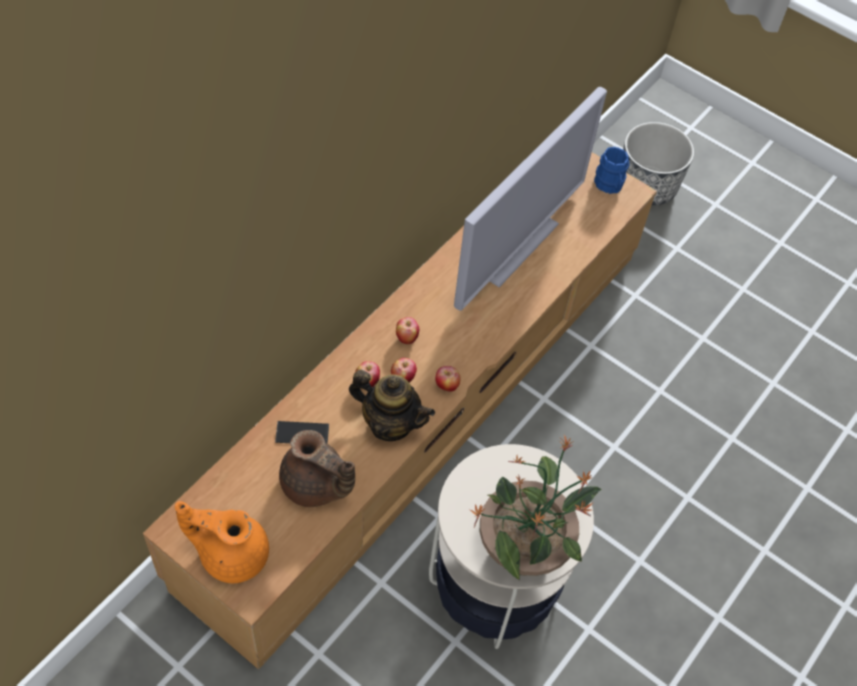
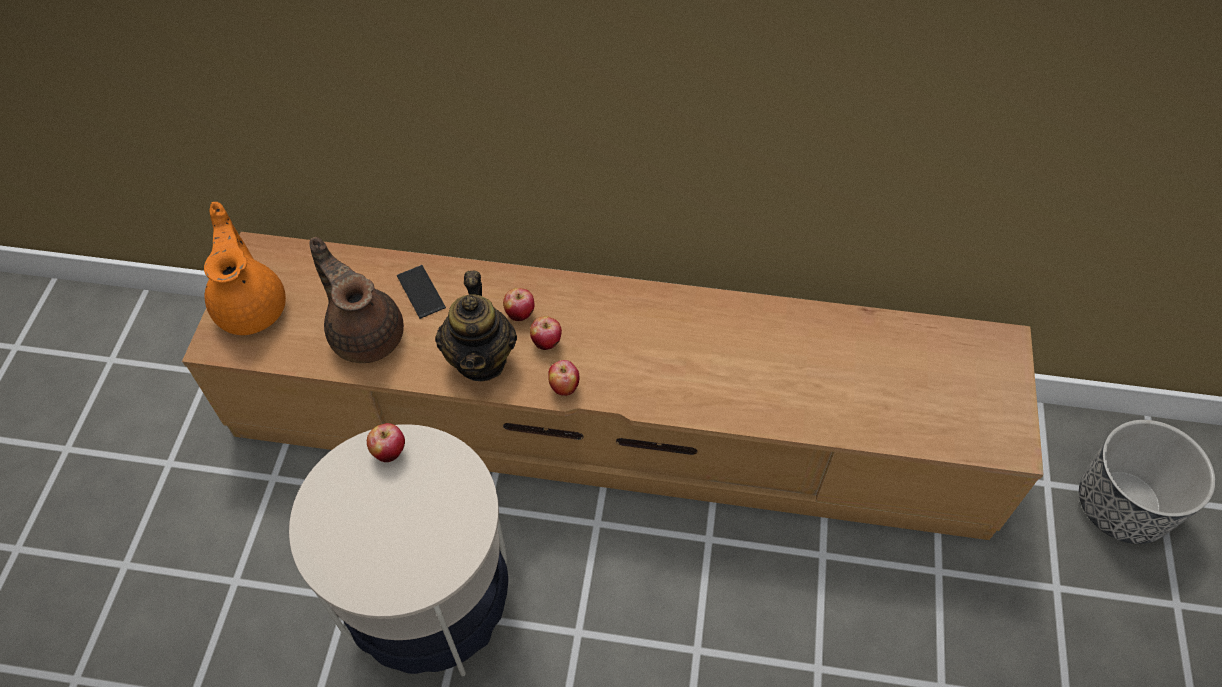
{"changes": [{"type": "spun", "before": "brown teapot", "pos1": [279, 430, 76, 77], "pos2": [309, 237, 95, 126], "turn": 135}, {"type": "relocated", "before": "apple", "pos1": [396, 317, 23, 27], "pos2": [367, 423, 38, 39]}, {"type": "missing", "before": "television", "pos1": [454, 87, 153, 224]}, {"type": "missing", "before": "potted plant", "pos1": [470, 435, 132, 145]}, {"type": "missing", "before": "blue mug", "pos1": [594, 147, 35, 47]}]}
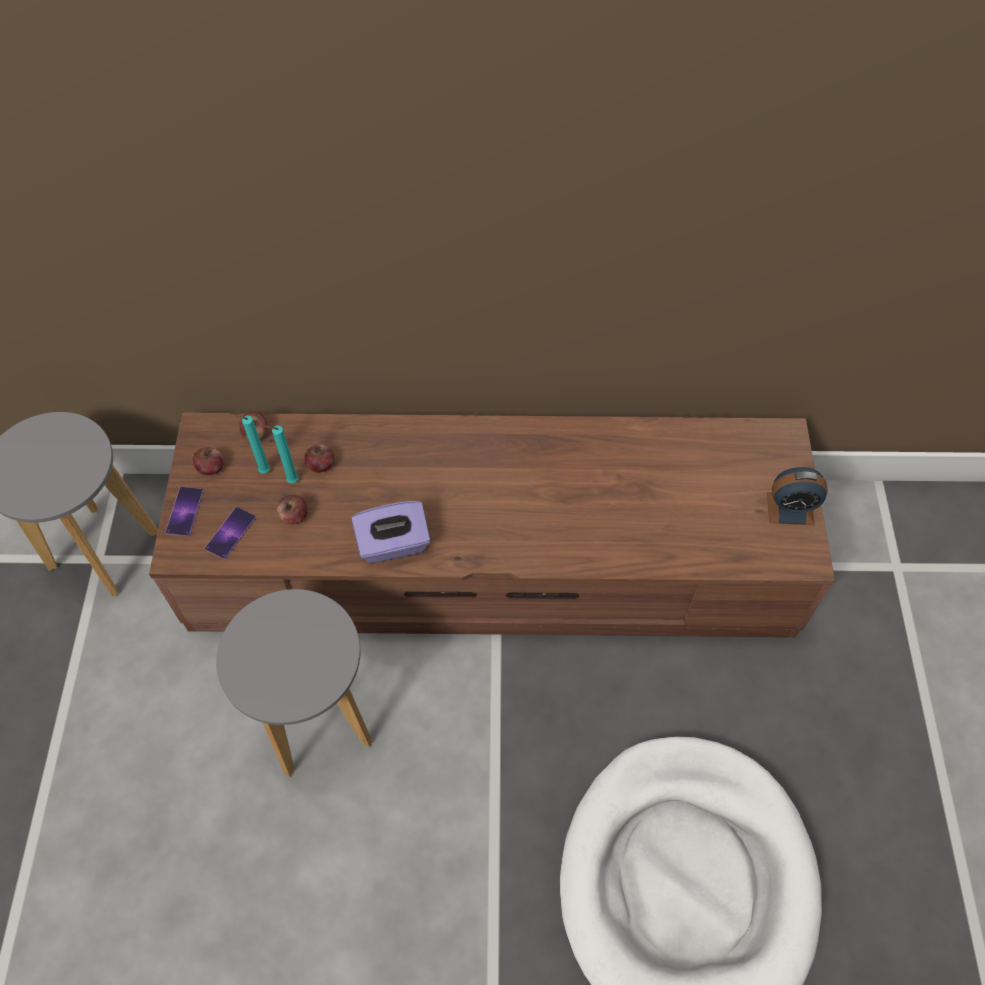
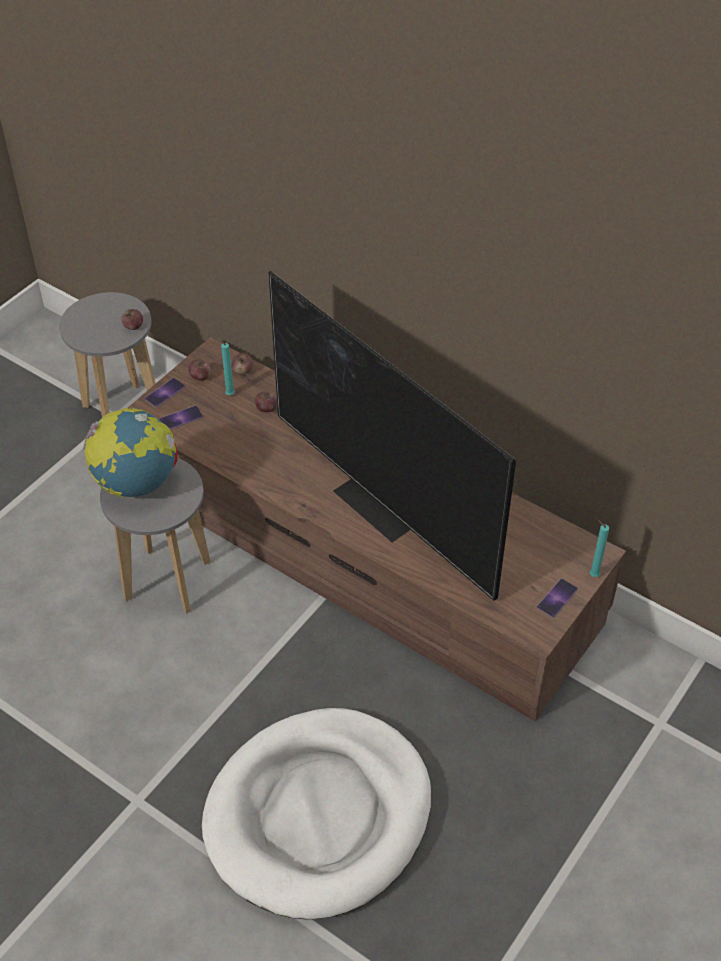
{"changes": [{"type": "relocated", "before": "turquoise candle", "pos1": [264, 426, 35, 57], "pos2": [590, 520, 19, 57]}, {"type": "relocated", "before": "apple", "pos1": [277, 495, 31, 29], "pos2": [121, 309, 22, 21]}, {"type": "missing", "before": "purple tissue box", "pos1": [351, 501, 79, 62]}, {"type": "exchanged", "before": "alarm clock", "after": "phone", "pos1": [767, 467, 61, 58], "pos2": [537, 579, 41, 39]}, {"type": "appeared", "after": "globe", "pos2": [83, 408, 96, 90]}, {"type": "appeared", "after": "television", "pos2": [268, 271, 248, 330]}]}
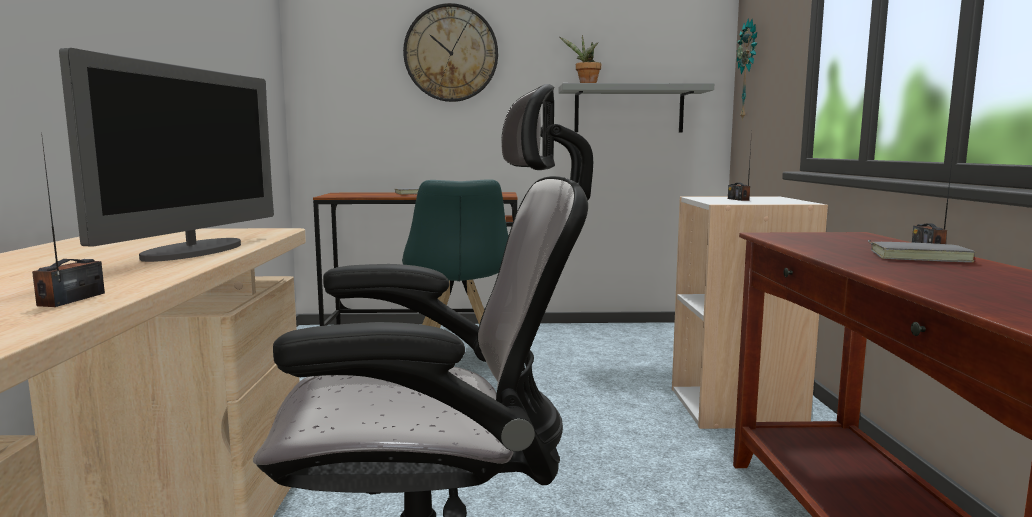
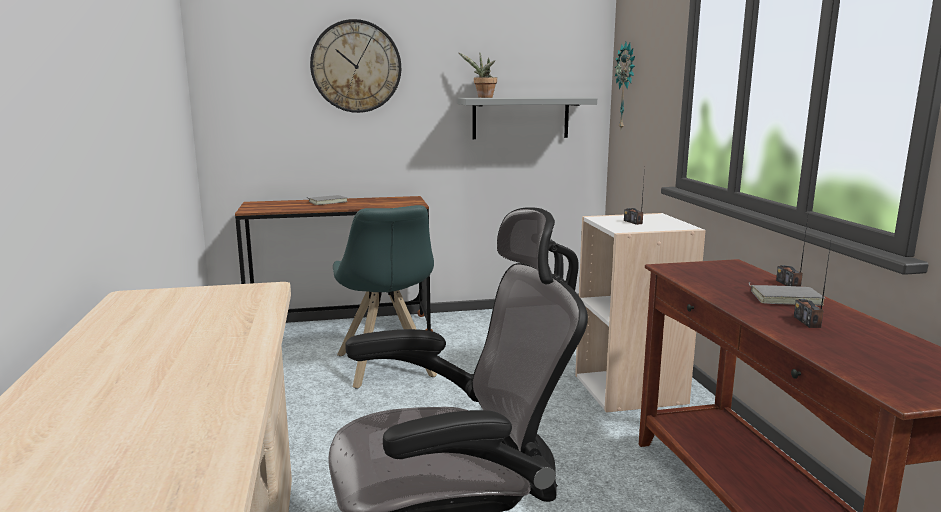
{"changes": [{"type": "relocated", "before": "radio", "pos1": [32, 132, 73, 175], "pos2": [794, 242, 37, 86]}, {"type": "missing", "before": "monitor", "pos1": [59, 48, 215, 214]}]}
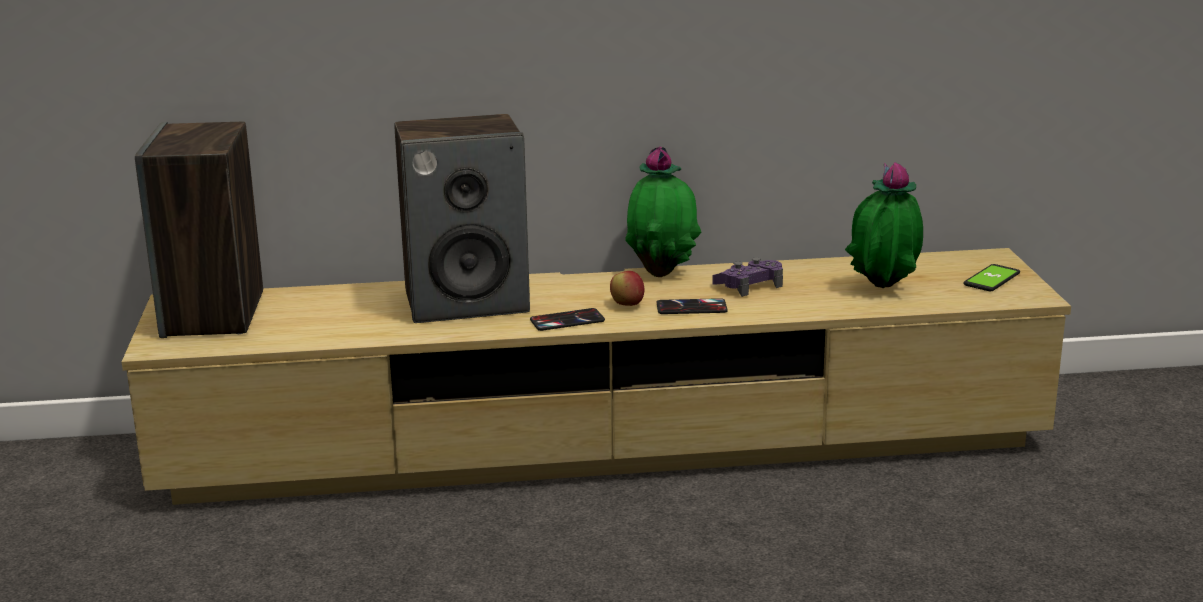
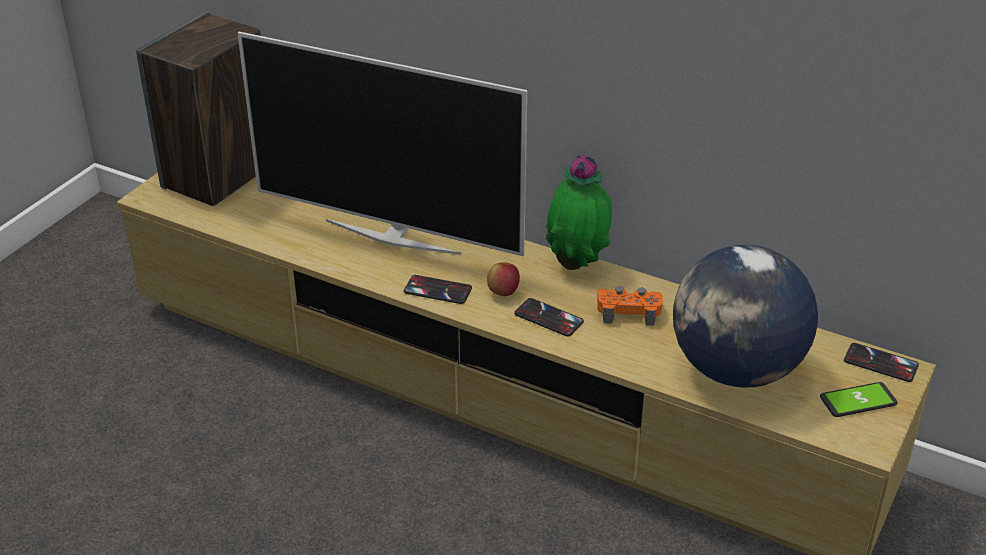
{"changes": [{"type": "exchanged", "before": "speaker", "after": "television", "pos1": [395, 114, 135, 209], "pos2": [237, 32, 290, 224]}, {"type": "colour", "before": "purple game controller", "after": "orange game controller", "pos1": [712, 257, 71, 40], "pos2": [597, 286, 66, 40]}, {"type": "exchanged", "before": "potted plant", "after": "globe", "pos1": [845, 162, 78, 126], "pos2": [673, 245, 145, 143]}, {"type": "appeared", "after": "phone", "pos2": [844, 343, 75, 39]}]}
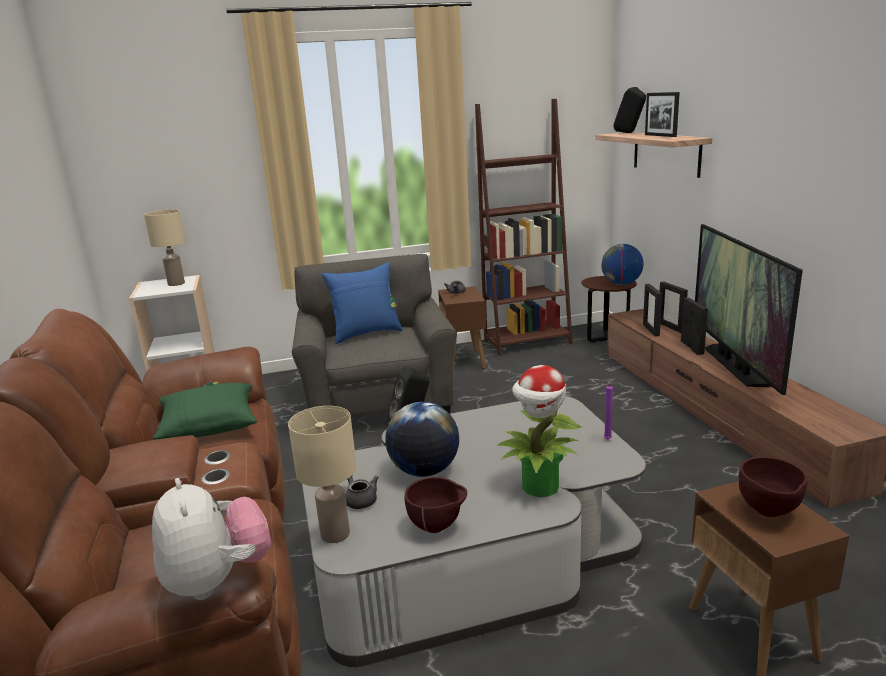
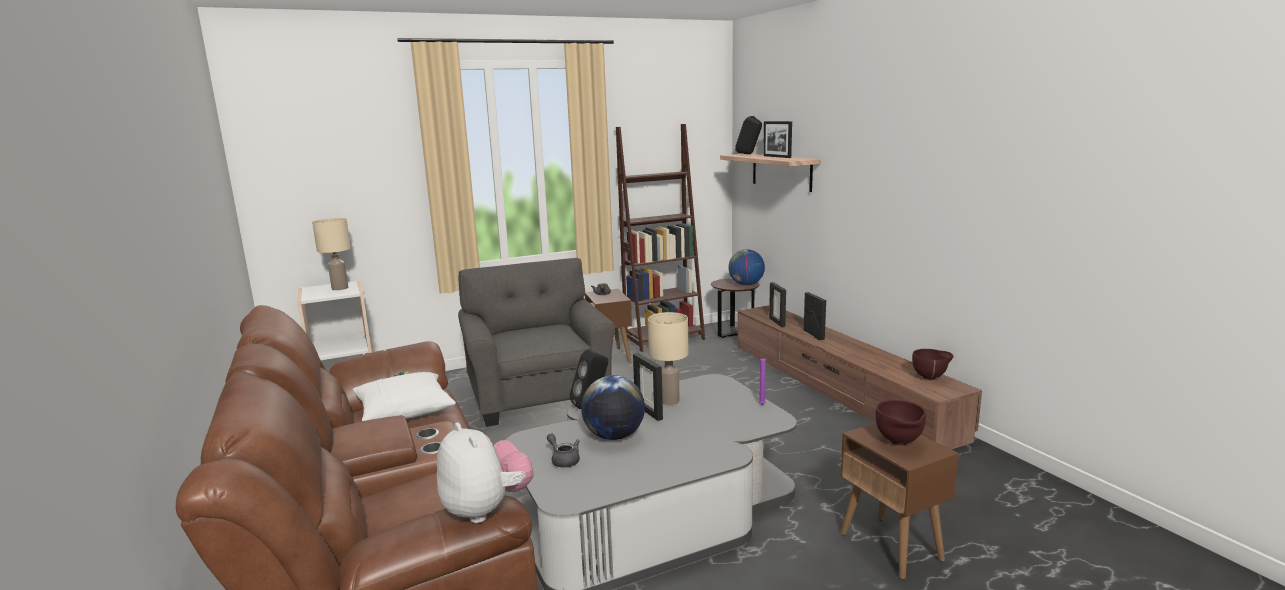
{"changes": [{"type": "colour", "before": "green pillow", "after": "white pillow", "pos1": [153, 382, 104, 58], "pos2": [353, 372, 103, 49]}, {"type": "relocated", "before": "beige table lamp", "pos1": [288, 406, 69, 137], "pos2": [648, 312, 41, 93]}, {"type": "missing", "before": "blue pillow", "pos1": [322, 262, 81, 82]}, {"type": "relocated", "before": "brown bowl", "pos1": [405, 477, 62, 56], "pos2": [912, 349, 41, 31]}, {"type": "missing", "before": "potted plant", "pos1": [497, 365, 85, 132]}, {"type": "relocated", "before": "picture frame", "pos1": [660, 282, 28, 51], "pos2": [633, 353, 30, 68]}, {"type": "missing", "before": "television", "pos1": [695, 224, 108, 171]}]}
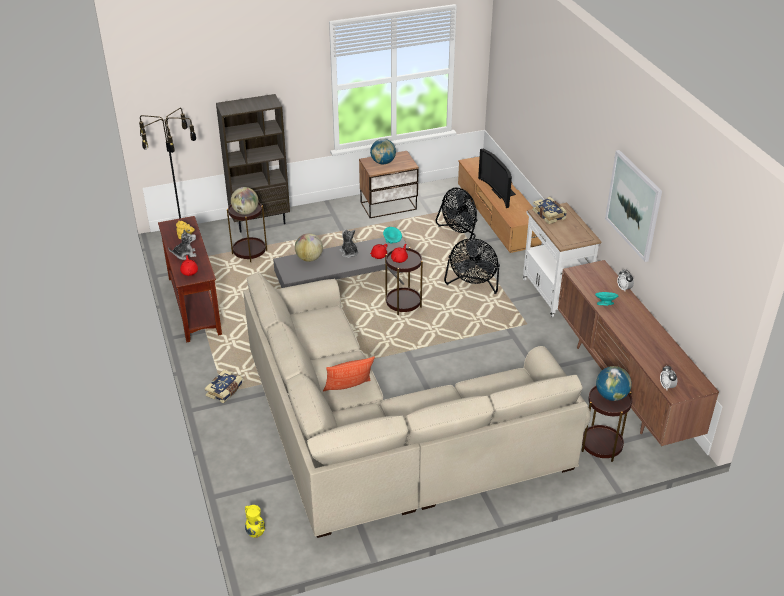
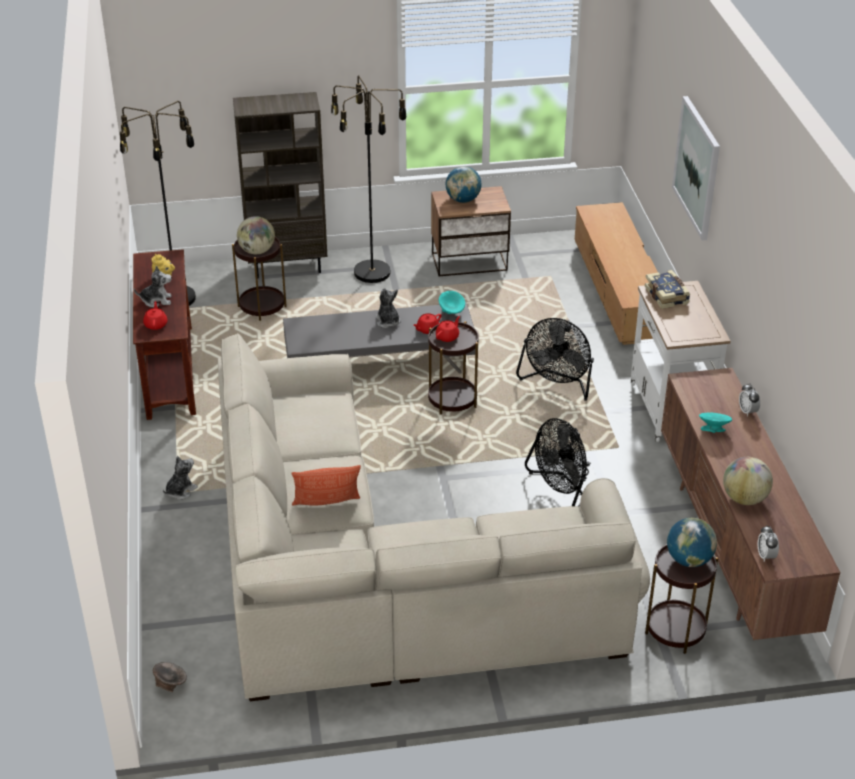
{"changes": [{"type": "exchanged", "before": "book", "after": "plush toy", "pos1": [205, 370, 38, 33], "pos2": [163, 456, 35, 44]}, {"type": "exchanged", "before": "yellow vase", "after": "grey bowl", "pos1": [245, 505, 20, 33], "pos2": [153, 662, 34, 30]}, {"type": "relocated", "before": "globe", "pos1": [295, 233, 28, 29], "pos2": [723, 457, 50, 48]}, {"type": "relocated", "before": "black fan", "pos1": [436, 188, 42, 53], "pos2": [525, 418, 65, 89]}, {"type": "missing", "before": "television", "pos1": [478, 149, 38, 59]}, {"type": "relocated", "before": "picture", "pos1": [605, 150, 57, 112], "pos2": [672, 96, 48, 144]}, {"type": "appeared", "after": "floor lamp", "pos2": [331, 75, 75, 208]}]}
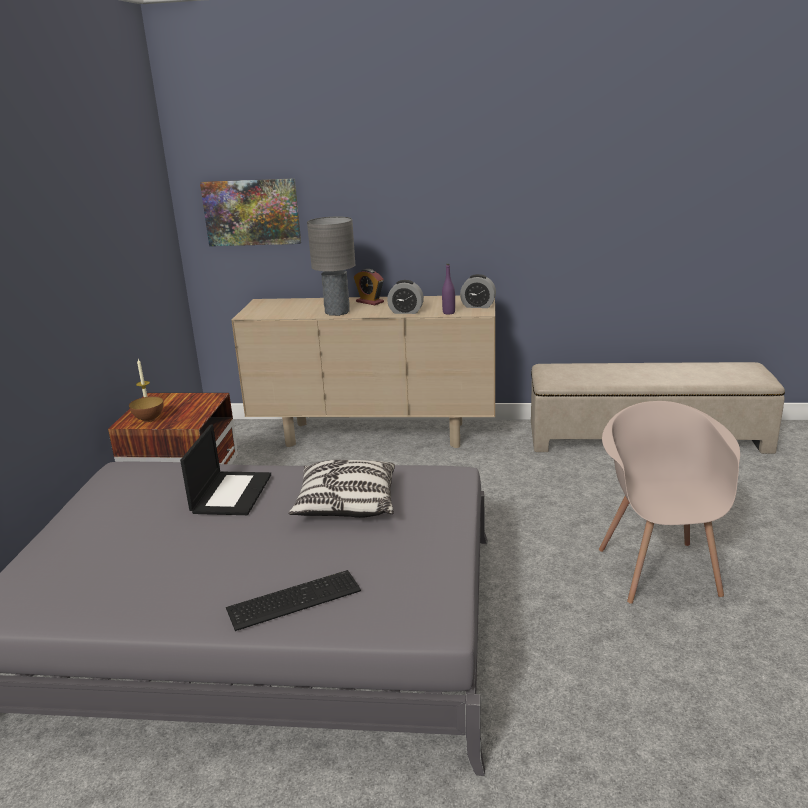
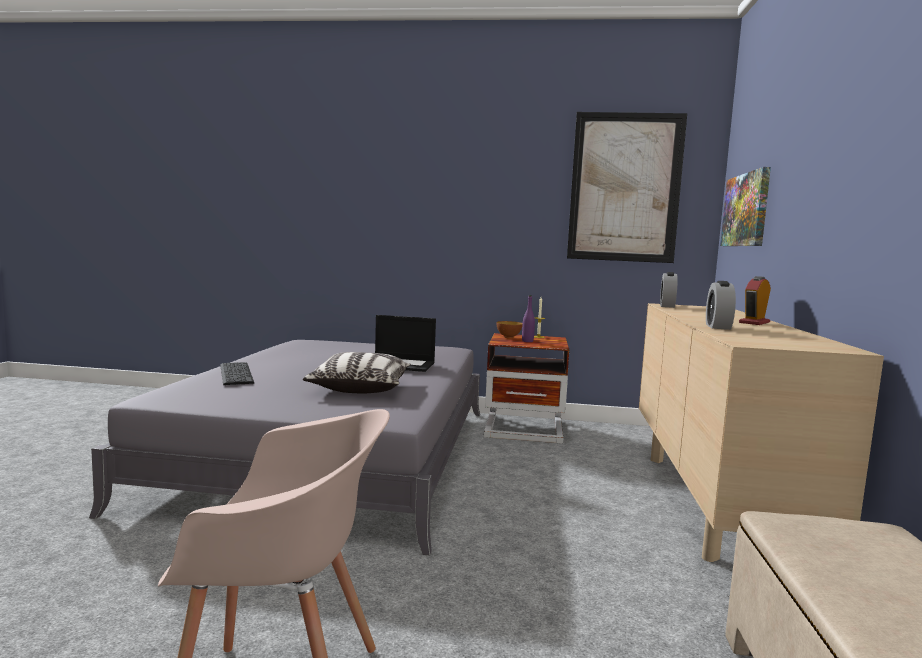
{"changes": [{"type": "missing", "before": "grey table lamp", "pos1": [307, 217, 48, 99]}, {"type": "relocated", "before": "purple bottle", "pos1": [442, 264, 13, 50], "pos2": [522, 295, 13, 47]}, {"type": "relocated", "before": "alarm clock", "pos1": [460, 274, 36, 34], "pos2": [660, 272, 18, 36]}, {"type": "appeared", "after": "picture", "pos2": [567, 112, 120, 151]}]}
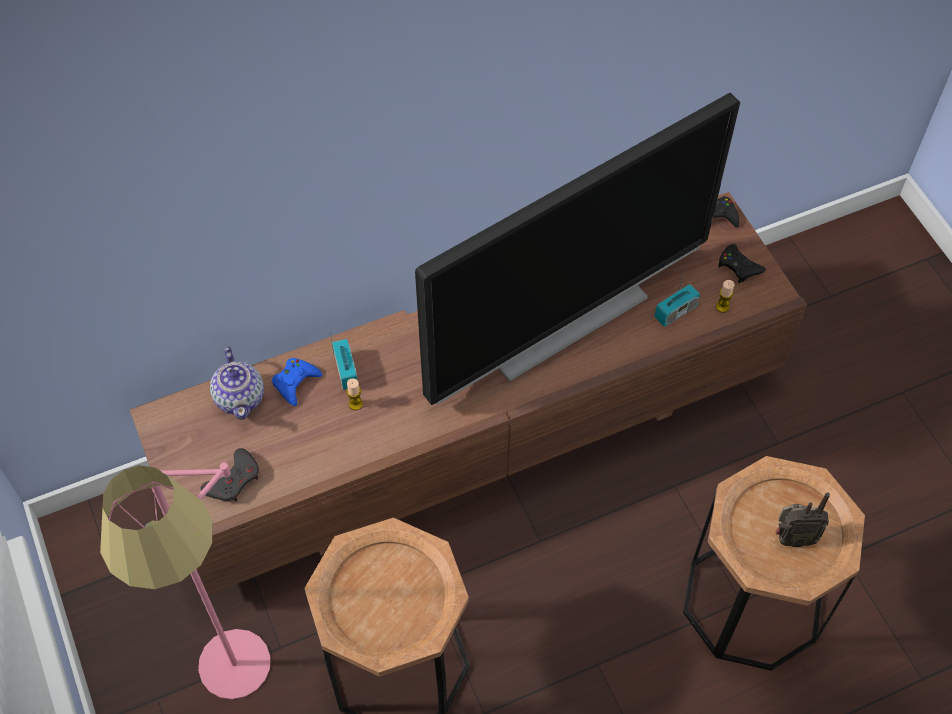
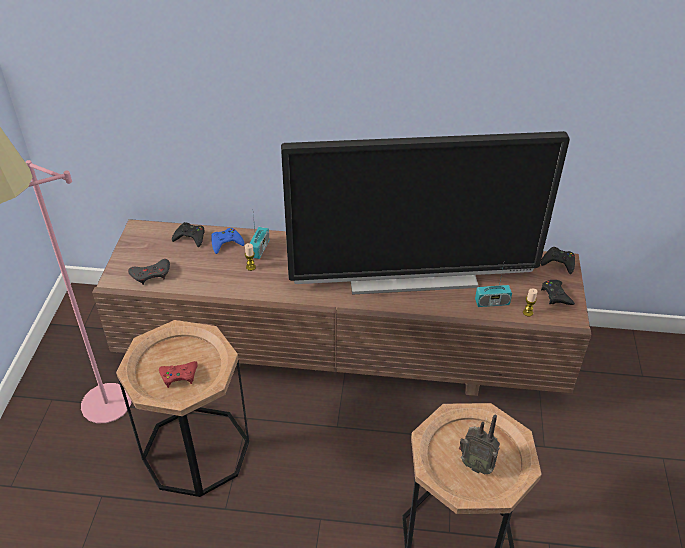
{"changes": [{"type": "exchanged", "before": "teapot", "after": "black game controller", "pos1": [210, 347, 54, 73], "pos2": [172, 222, 33, 25]}, {"type": "appeared", "after": "red game controller", "pos2": [159, 361, 39, 27]}]}
